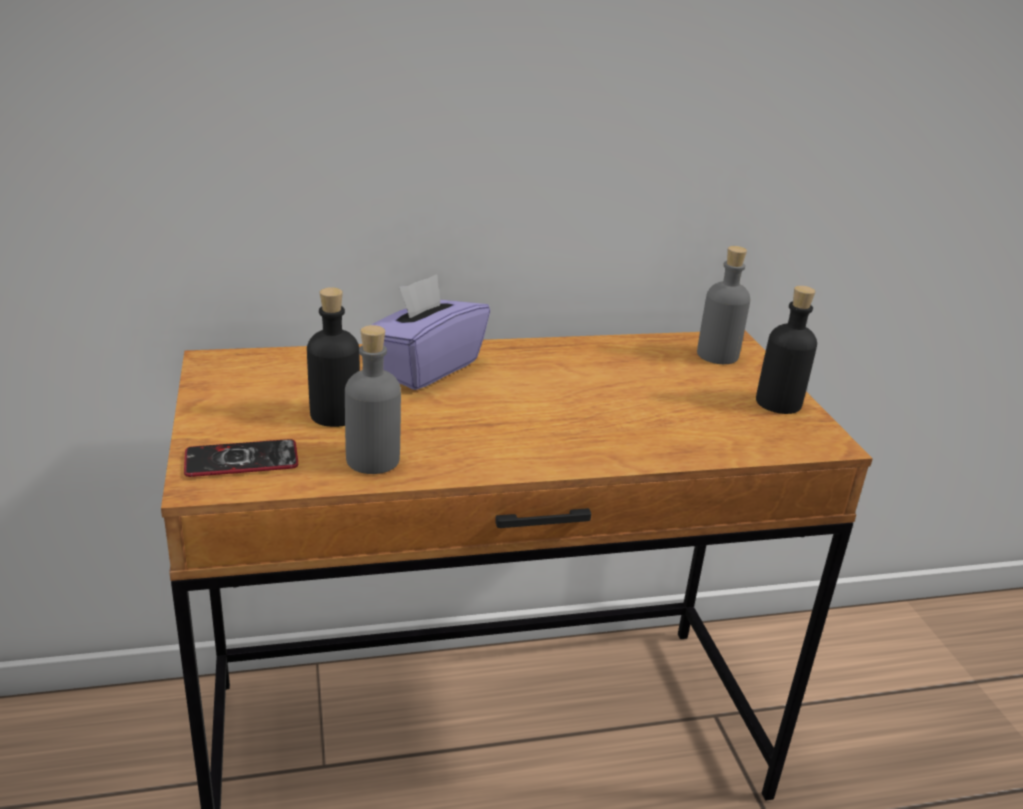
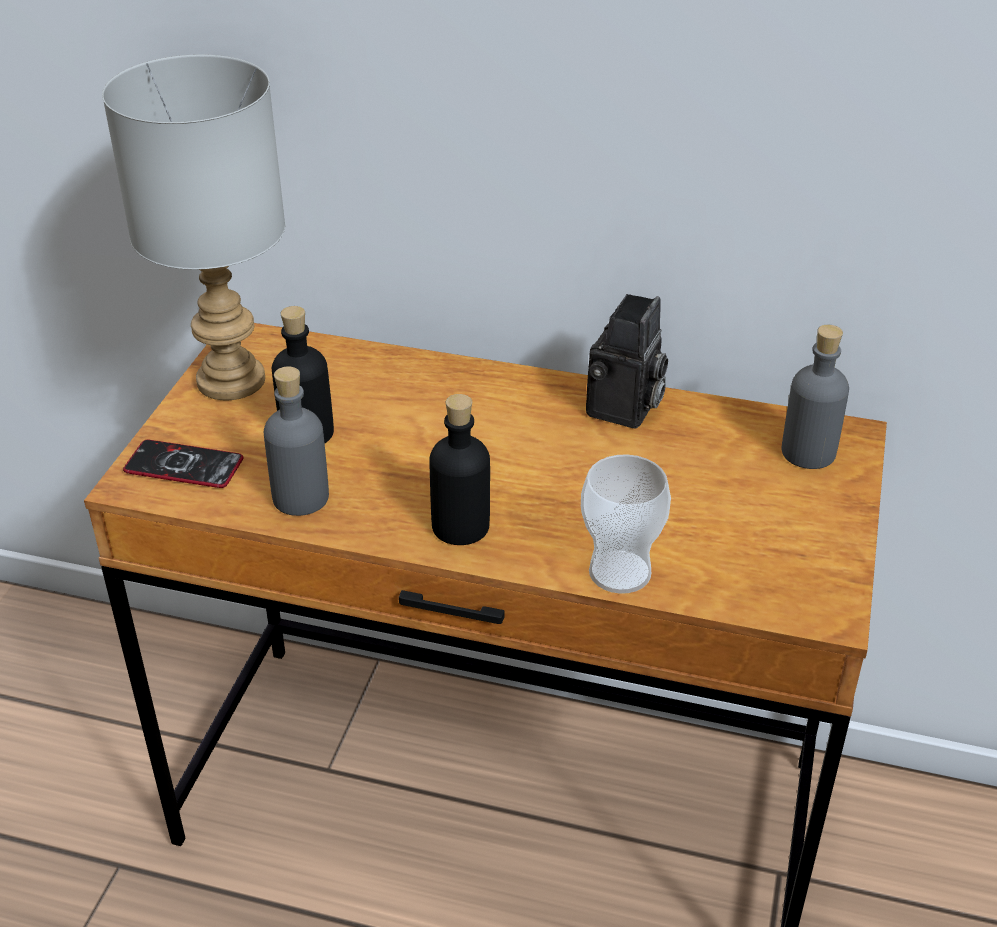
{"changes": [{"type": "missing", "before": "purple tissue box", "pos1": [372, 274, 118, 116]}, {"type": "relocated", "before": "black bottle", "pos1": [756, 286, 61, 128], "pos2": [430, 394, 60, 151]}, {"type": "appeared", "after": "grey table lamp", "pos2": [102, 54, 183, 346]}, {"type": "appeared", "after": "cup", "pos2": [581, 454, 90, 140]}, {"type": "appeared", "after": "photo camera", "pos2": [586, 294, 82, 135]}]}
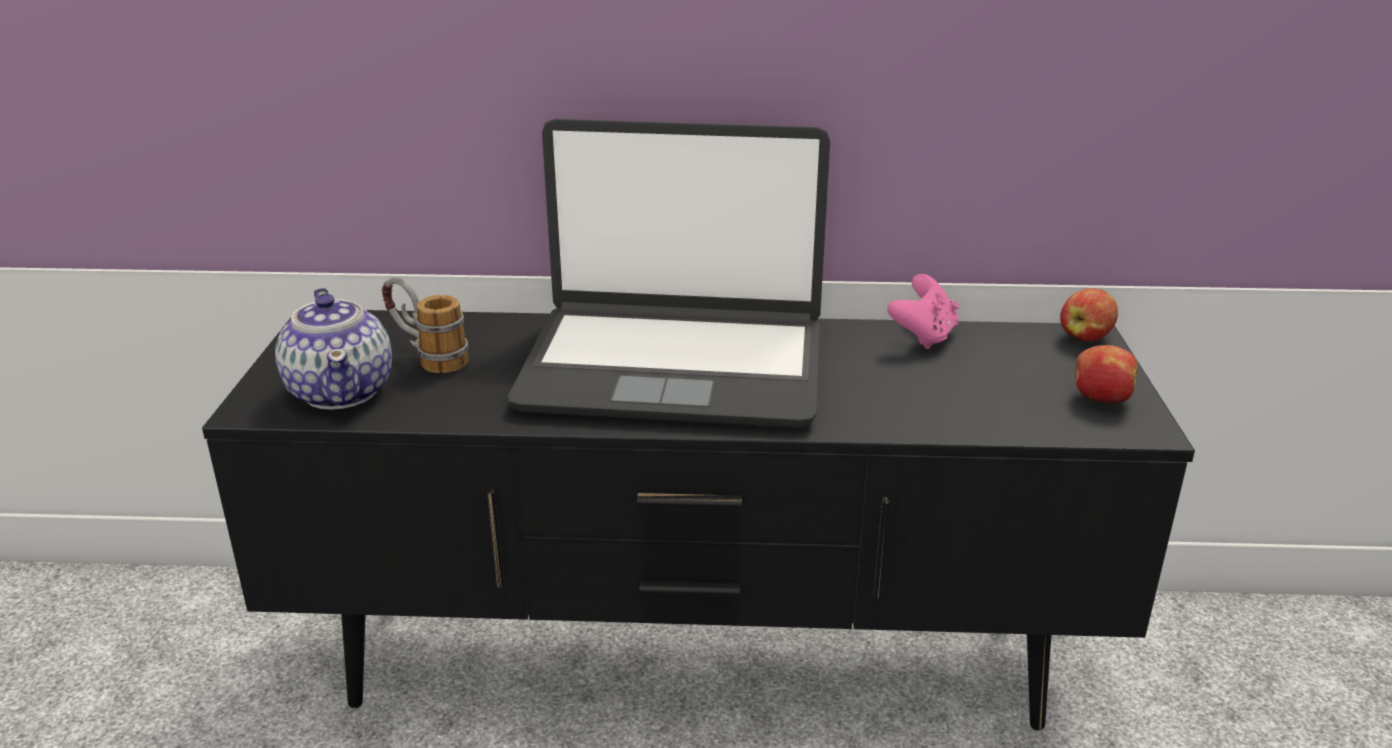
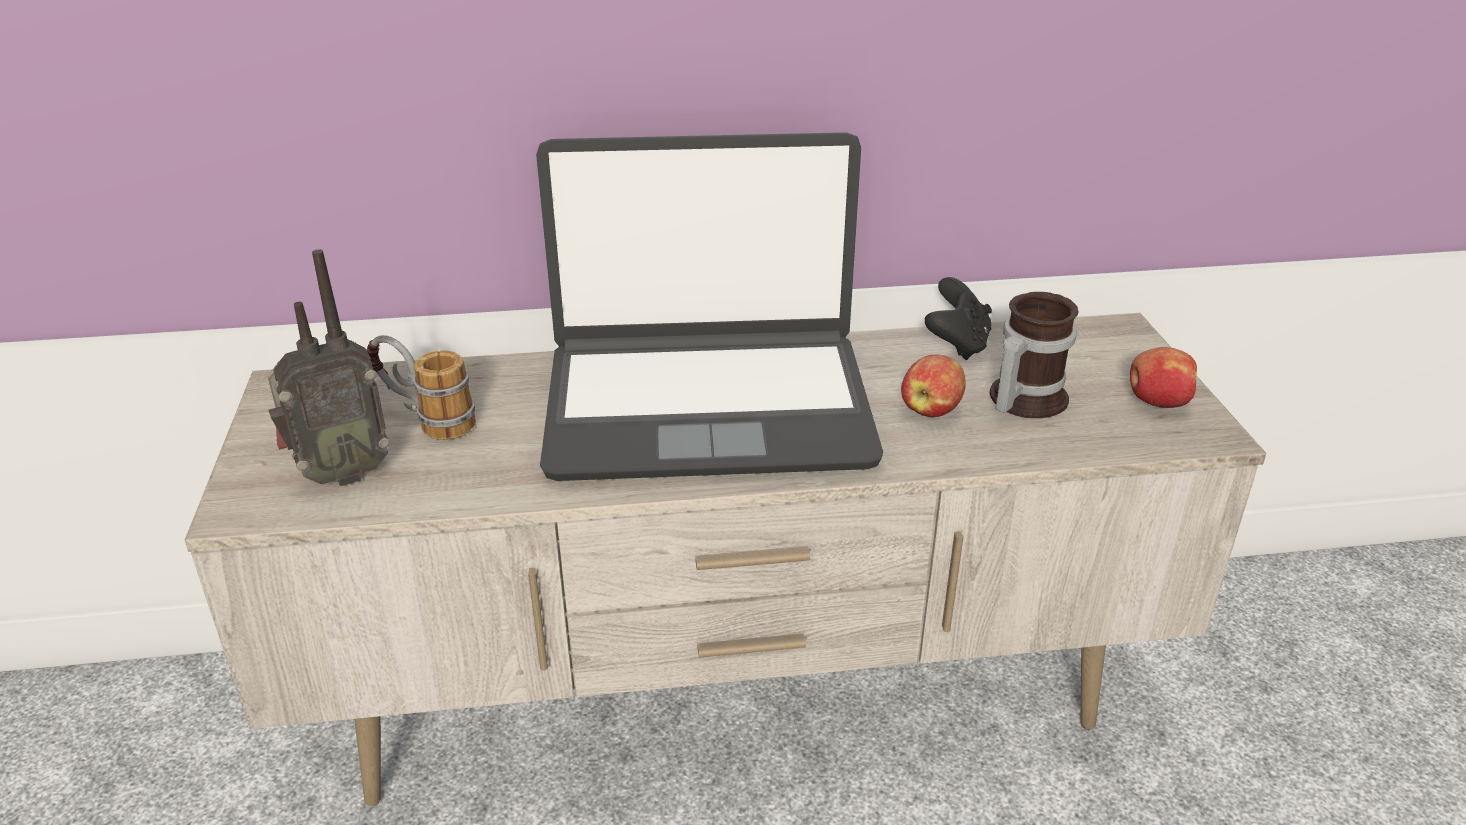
{"changes": [{"type": "colour", "before": "black tv stand", "after": "beige tv stand", "pos1": [202, 310, 993, 421], "pos2": [185, 313, 1081, 493]}, {"type": "exchanged", "before": "teapot", "after": "radio", "pos1": [275, 288, 117, 122], "pos2": [268, 249, 122, 237]}, {"type": "colour", "before": "pink game controller", "after": "black game controller", "pos1": [887, 274, 72, 75], "pos2": [925, 277, 67, 83]}, {"type": "relocated", "before": "apple", "pos1": [1060, 288, 58, 53], "pos2": [901, 355, 65, 62]}, {"type": "appeared", "after": "mug", "pos2": [990, 292, 88, 126]}]}
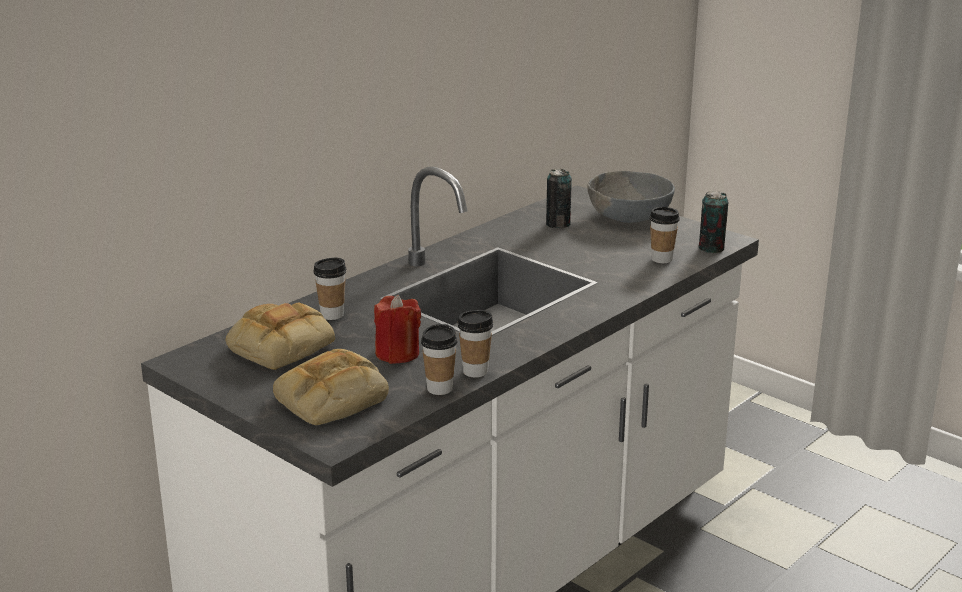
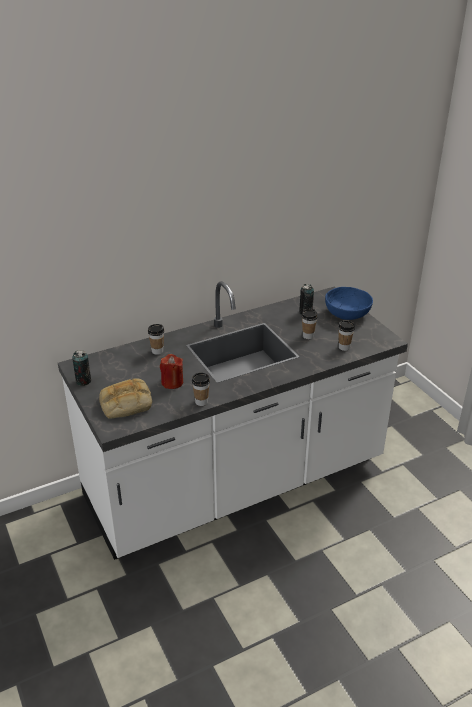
{"changes": [{"type": "missing", "before": "bread", "pos1": [226, 302, 109, 68]}, {"type": "relocated", "before": "cup", "pos1": [421, 324, 36, 71], "pos2": [302, 309, 16, 30]}, {"type": "colour", "before": "grey bowl", "after": "blue bowl", "pos1": [587, 171, 88, 52], "pos2": [325, 287, 48, 33]}, {"type": "relocated", "before": "can", "pos1": [699, 191, 29, 62], "pos2": [72, 350, 19, 36]}]}
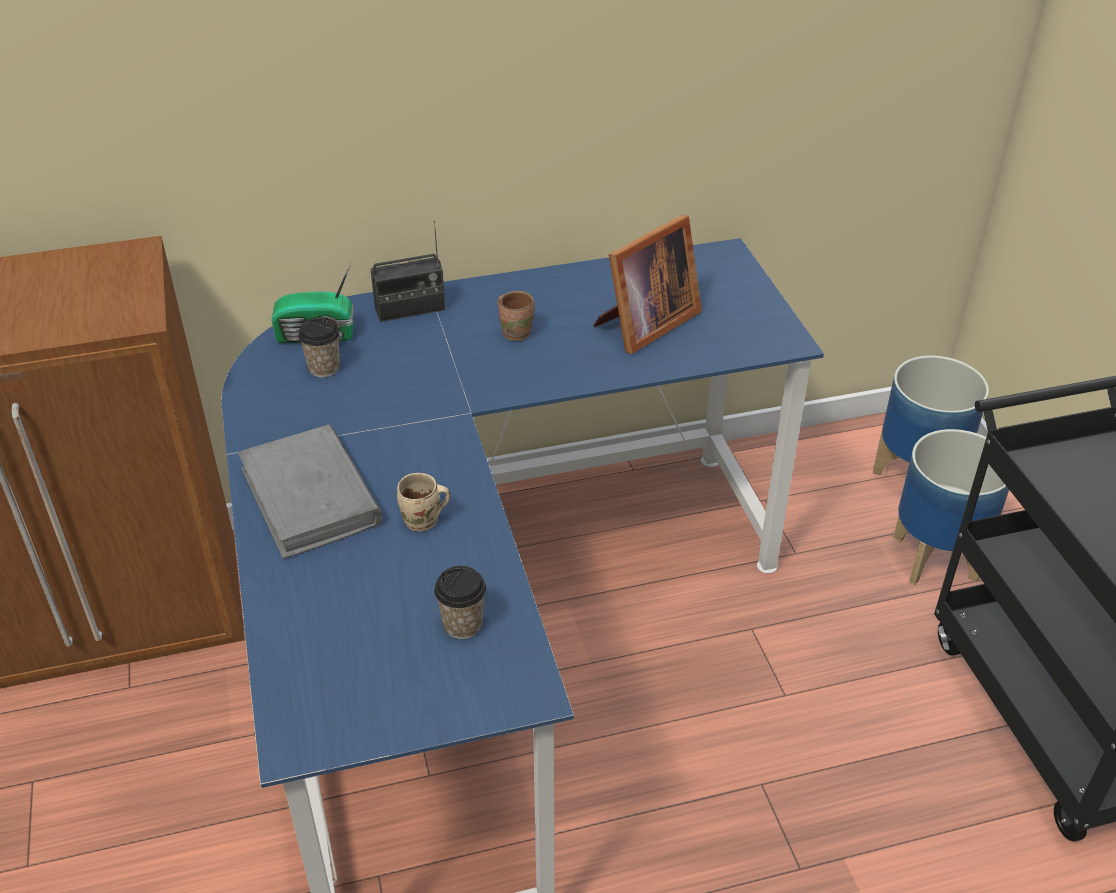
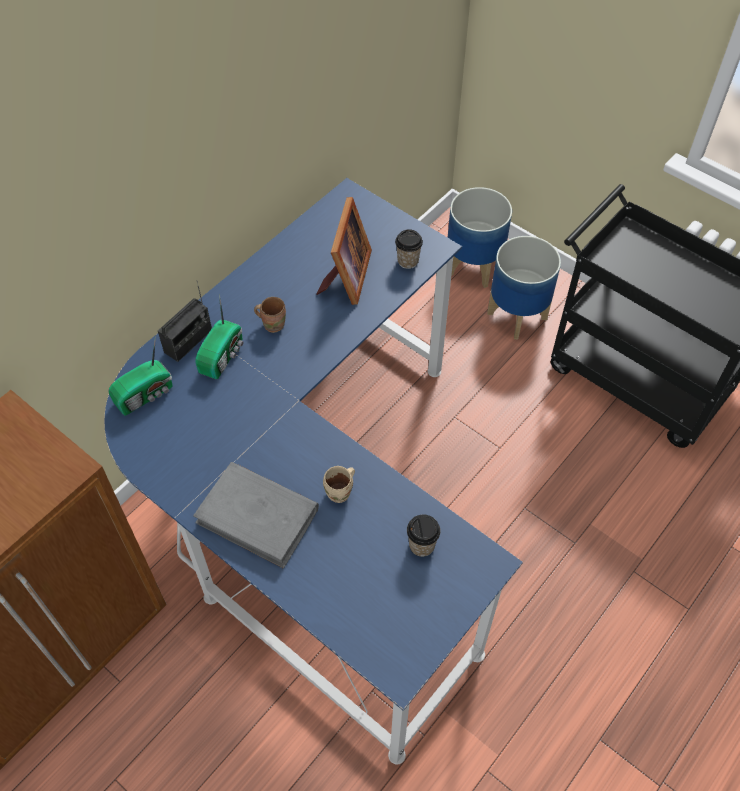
{"changes": [{"type": "relocated", "before": "cup", "pos1": [298, 317, 42, 60], "pos2": [395, 229, 28, 40]}, {"type": "appeared", "after": "radio", "pos2": [195, 294, 49, 85]}]}
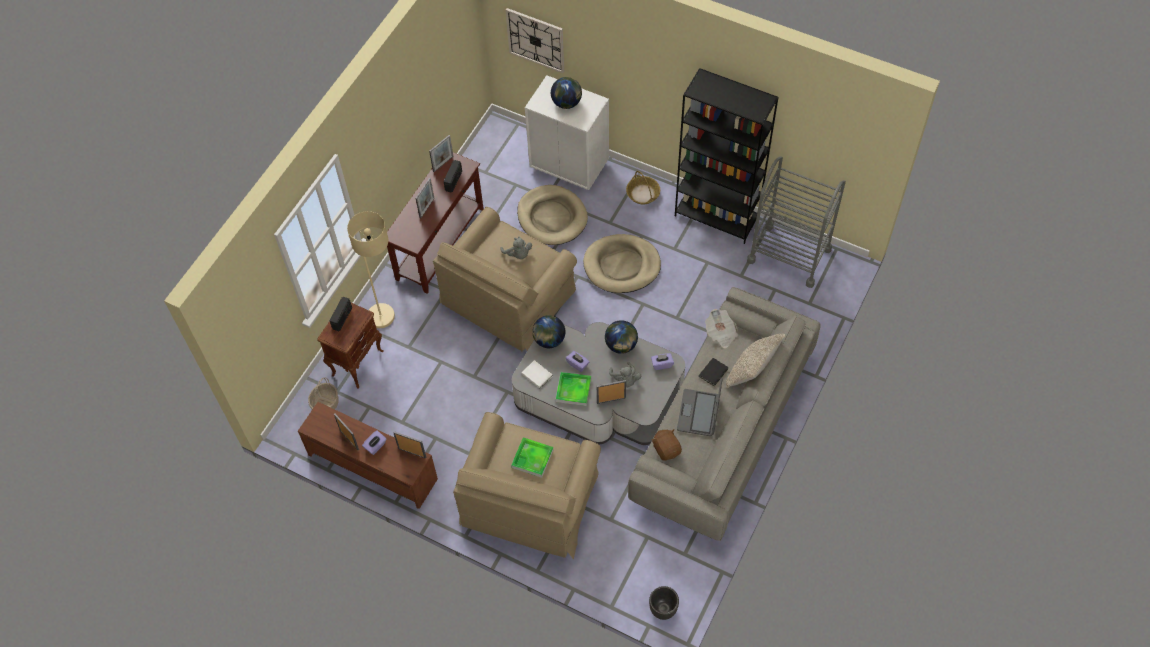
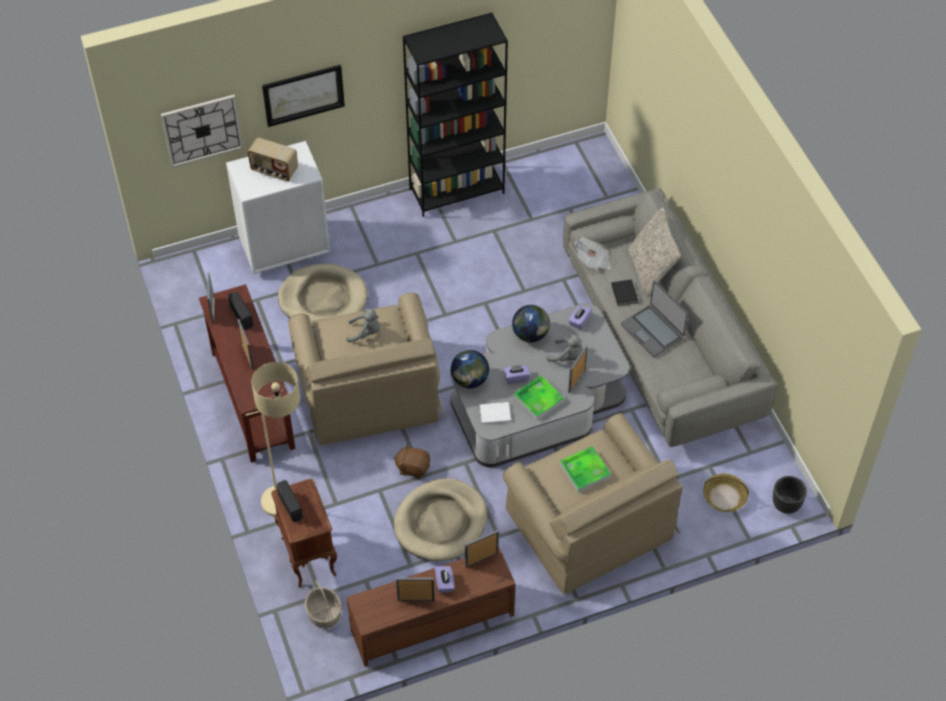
{"changes": [{"type": "exchanged", "before": "globe", "after": "radio", "pos1": [551, 77, 31, 32], "pos2": [248, 138, 50, 43]}, {"type": "relocated", "before": "beige dog bed", "pos1": [583, 234, 78, 59], "pos2": [394, 478, 93, 83]}, {"type": "relocated", "before": "basket", "pos1": [626, 171, 34, 34], "pos2": [703, 473, 46, 39]}, {"type": "relocated", "before": "brown plush toy", "pos1": [652, 429, 30, 31], "pos2": [394, 443, 36, 35]}, {"type": "missing", "before": "grey cart", "pos1": [747, 156, 99, 132]}, {"type": "appeared", "after": "picture", "pos2": [262, 65, 83, 62]}]}
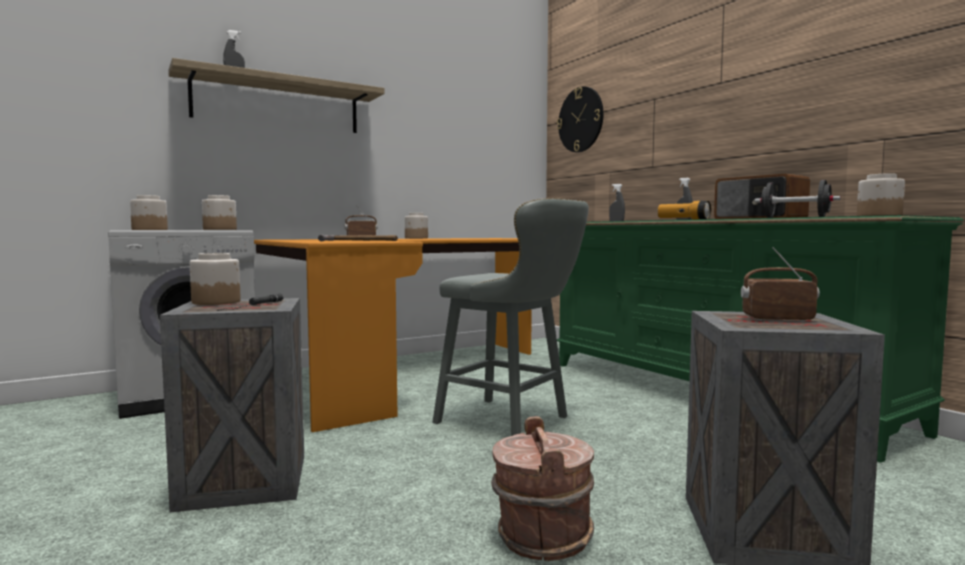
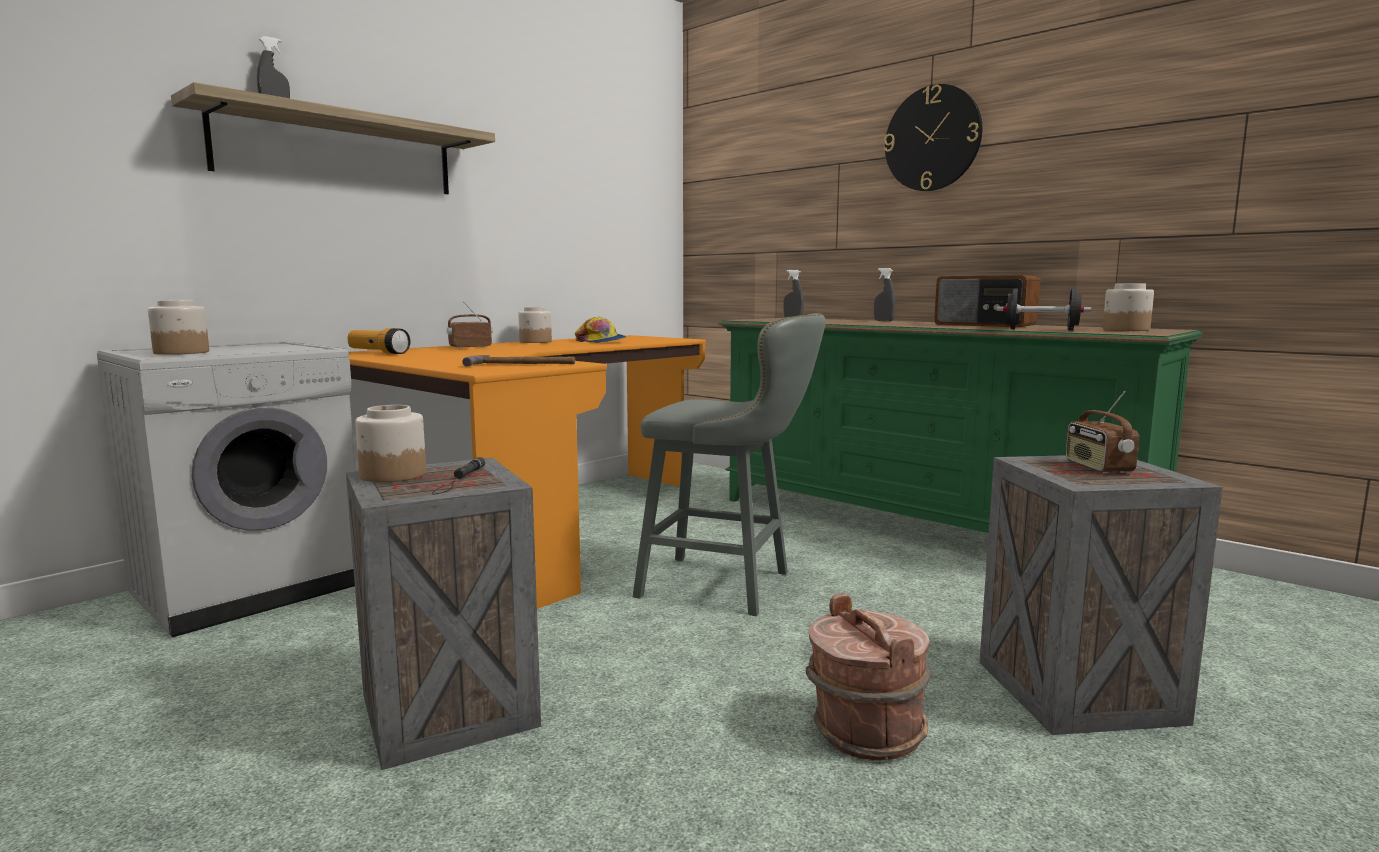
{"changes": [{"type": "missing", "before": "jar", "pos1": [202, 195, 35, 35]}, {"type": "relocated", "before": "wall clock", "pos1": [557, 86, 47, 66], "pos2": [884, 84, 98, 107]}, {"type": "relocated", "before": "flashlight", "pos1": [658, 201, 53, 18], "pos2": [348, 328, 62, 26]}, {"type": "spun", "before": "radio", "pos1": [741, 247, 79, 75], "pos2": [1066, 391, 73, 83], "turn": -90}, {"type": "appeared", "after": "cap", "pos2": [575, 317, 51, 26]}]}
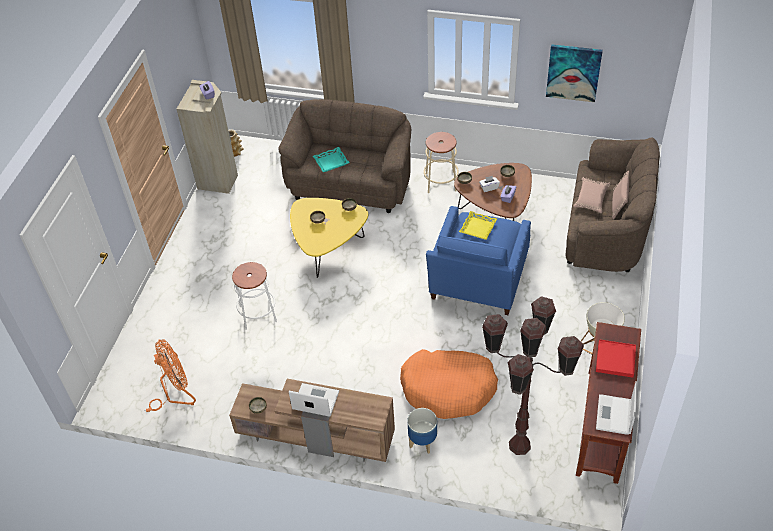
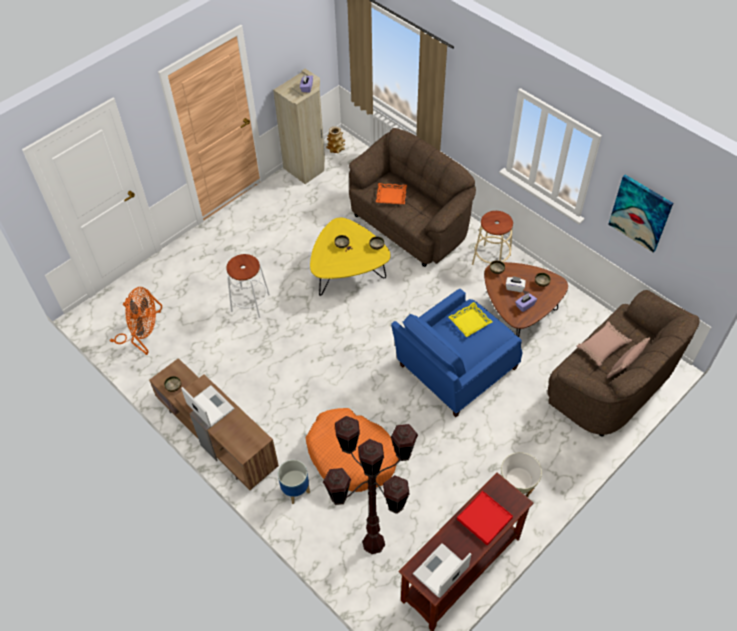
{"changes": [{"type": "colour", "before": "turquoise tray", "after": "orange tray", "pos1": [313, 147, 37, 25], "pos2": [376, 183, 31, 21]}]}
